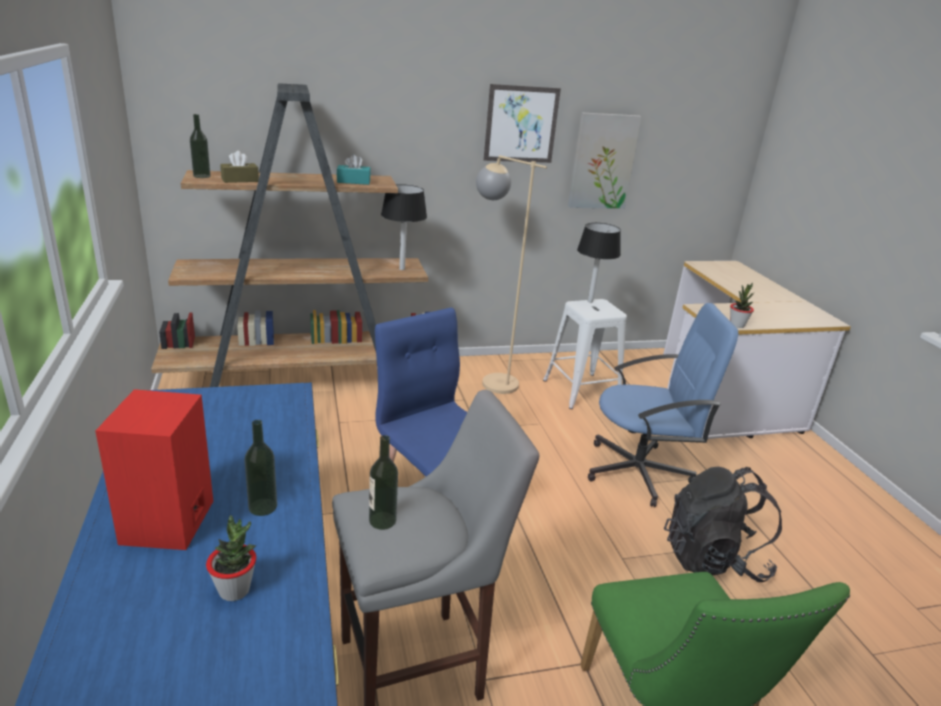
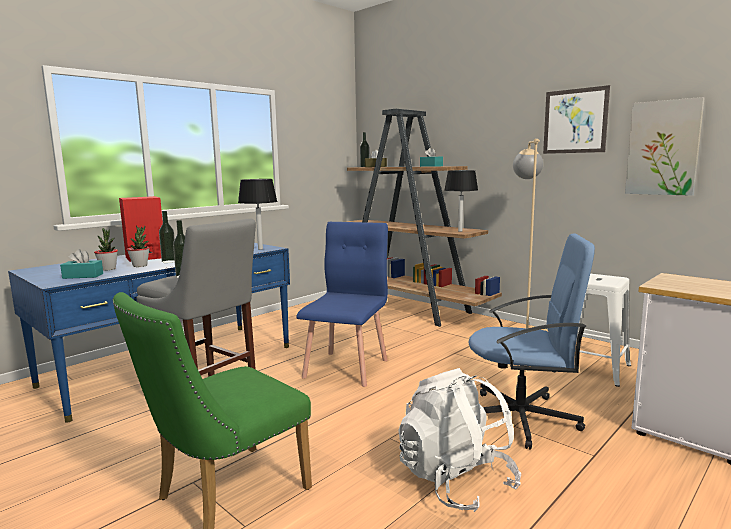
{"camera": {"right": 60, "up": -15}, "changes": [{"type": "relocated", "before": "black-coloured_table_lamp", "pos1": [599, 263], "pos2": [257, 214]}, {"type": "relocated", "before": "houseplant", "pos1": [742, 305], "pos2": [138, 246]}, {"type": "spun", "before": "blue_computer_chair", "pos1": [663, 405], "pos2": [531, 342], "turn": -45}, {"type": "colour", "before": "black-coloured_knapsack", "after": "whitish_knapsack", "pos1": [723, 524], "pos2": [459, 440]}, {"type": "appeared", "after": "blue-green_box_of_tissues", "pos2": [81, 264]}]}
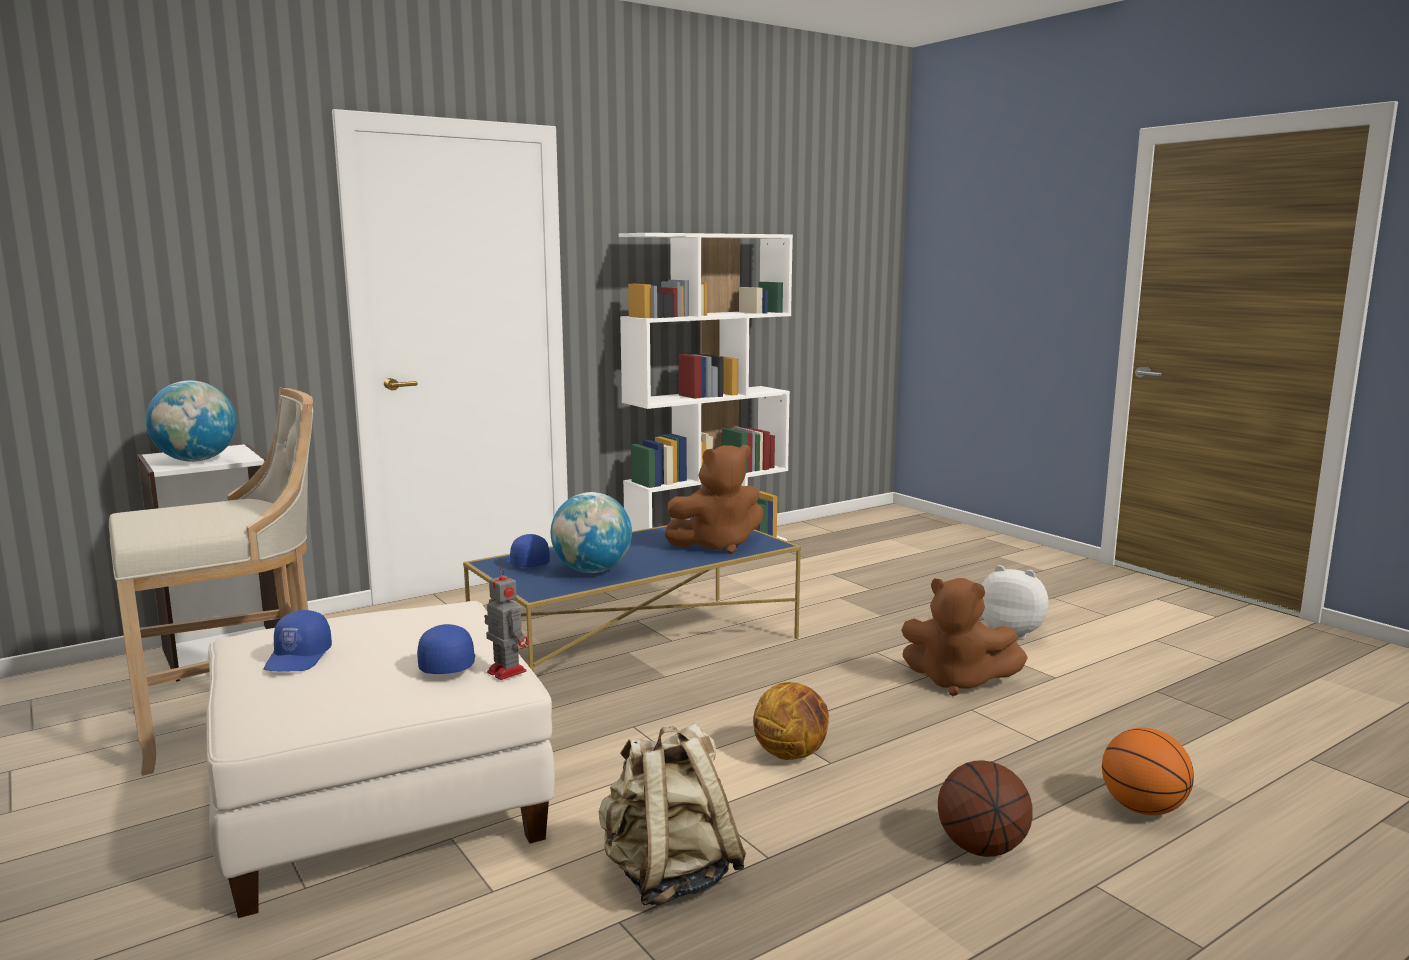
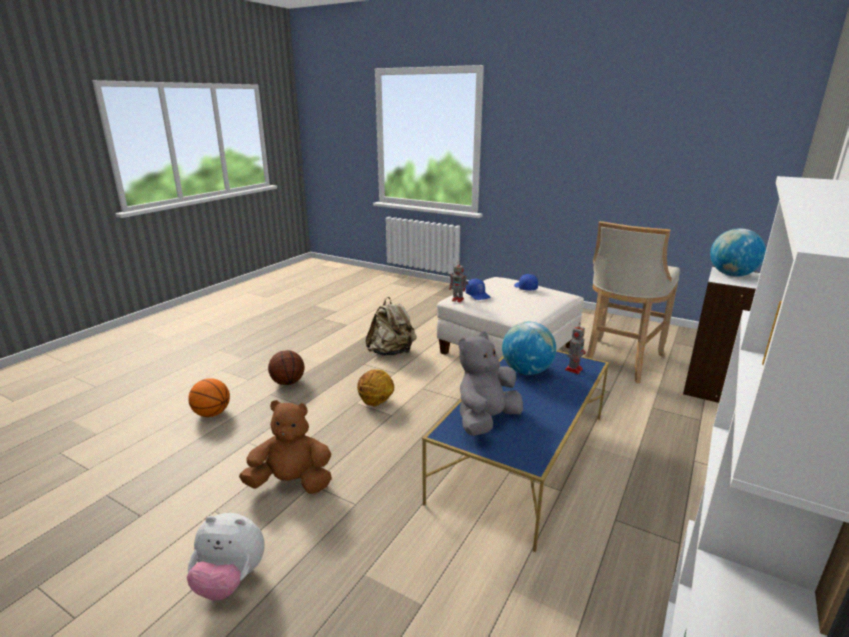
{"camera": {"right": 155, "up": 10}, "changes": [{"type": "colour", "before": "brown_cuddly_toy", "after": "greyish_cuddly_toy", "pos1": [713, 499], "pos2": [490, 383]}, {"type": "exchanged", "before": "blue_peaked_cap", "after": "robot_figure", "pos1": [528, 550], "pos2": [575, 348]}]}
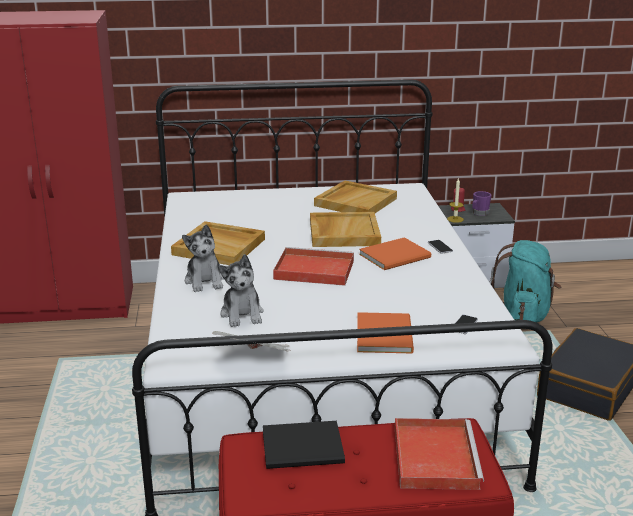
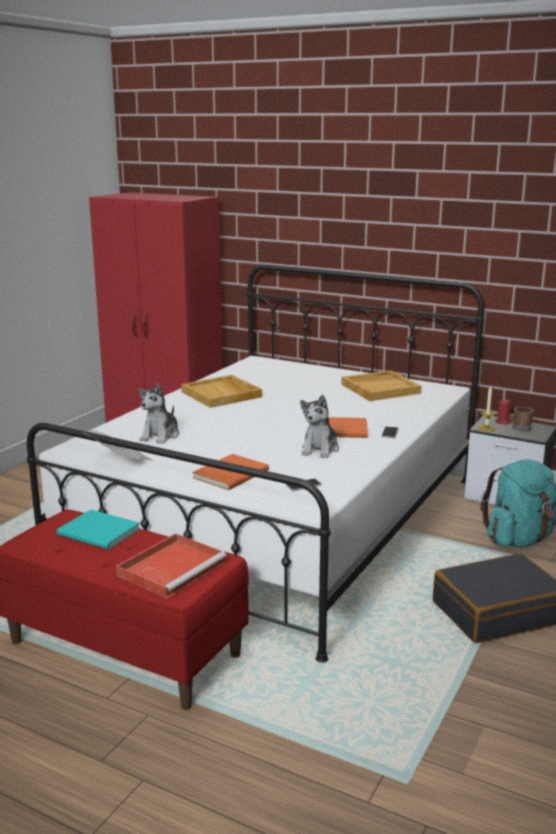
{"camera": {"right": 35, "up": -5}, "changes": [{"type": "colour", "before": "purple-coloured_coffee_mug", "after": "brown_coffee_mug", "pos1": [482, 203], "pos2": [521, 419]}, {"type": "missing", "before": "sand-coloured_tray", "pos1": [345, 229]}, {"type": "relocated", "before": "cuddly_toy", "pos1": [203, 258], "pos2": [319, 426]}, {"type": "missing", "before": "red_tray", "pos1": [313, 266]}, {"type": "colour", "before": "black-coloured_volume", "after": "blue-green_volume", "pos1": [304, 445], "pos2": [98, 530]}]}
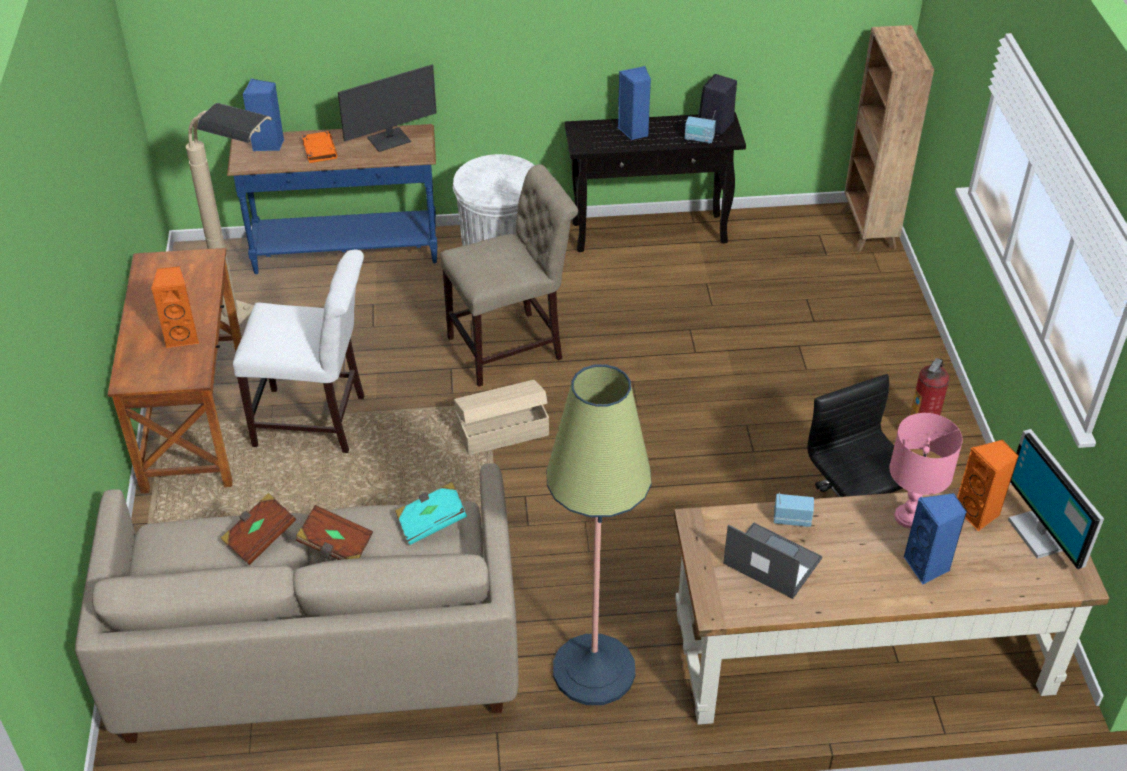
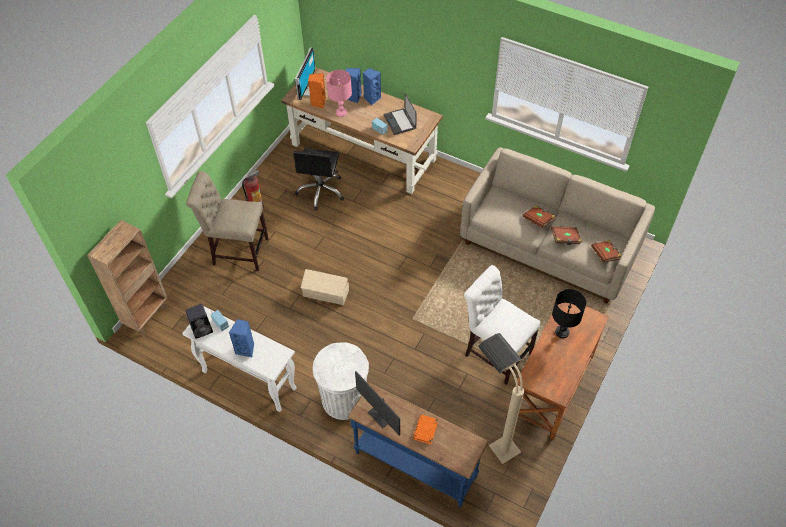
{"camera": {"right": -145, "up": 10}, "changes": [{"type": "spun", "before": "computer_screen", "pos1": [387, 108], "pos2": [377, 403], "turn": -135}, {"type": "relocated", "before": "blue_loudspeaker", "pos1": [263, 114], "pos2": [372, 86]}, {"type": "colour", "before": "black-coloured_narrow_table", "after": "whitish_narrow_table", "pos1": [655, 182], "pos2": [239, 359]}, {"type": "relocated", "before": "sand-coloured_upright_chair", "pos1": [509, 275], "pos2": [227, 221]}, {"type": "exchanged", "before": "orange-coloured_loudspeaker", "after": "black-coloured_table_lamp", "pos1": [175, 307], "pos2": [569, 313]}, {"type": "missing", "before": "standing_lamp", "pos1": [599, 534]}, {"type": "relocated", "before": "sand-coloured_storage_box", "pos1": [501, 417], "pos2": [325, 287]}, {"type": "missing", "before": "blue-green_volume", "pos1": [431, 513]}, {"type": "appeared", "after": "brown_volume", "pos2": [606, 251]}]}
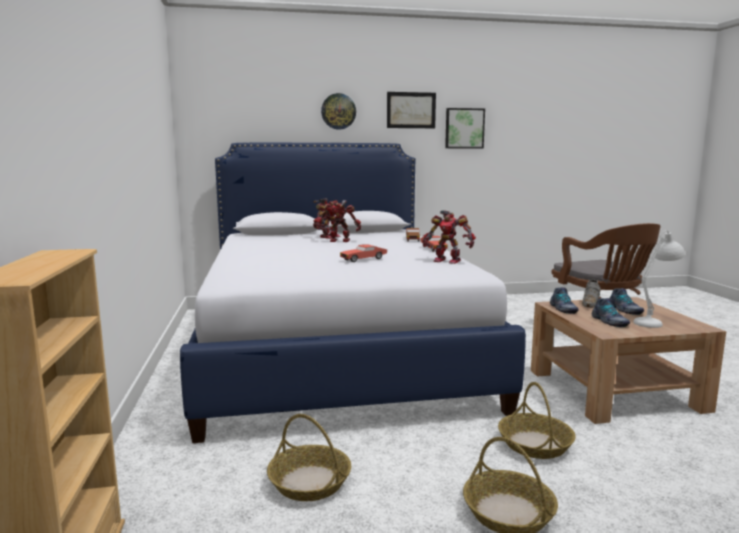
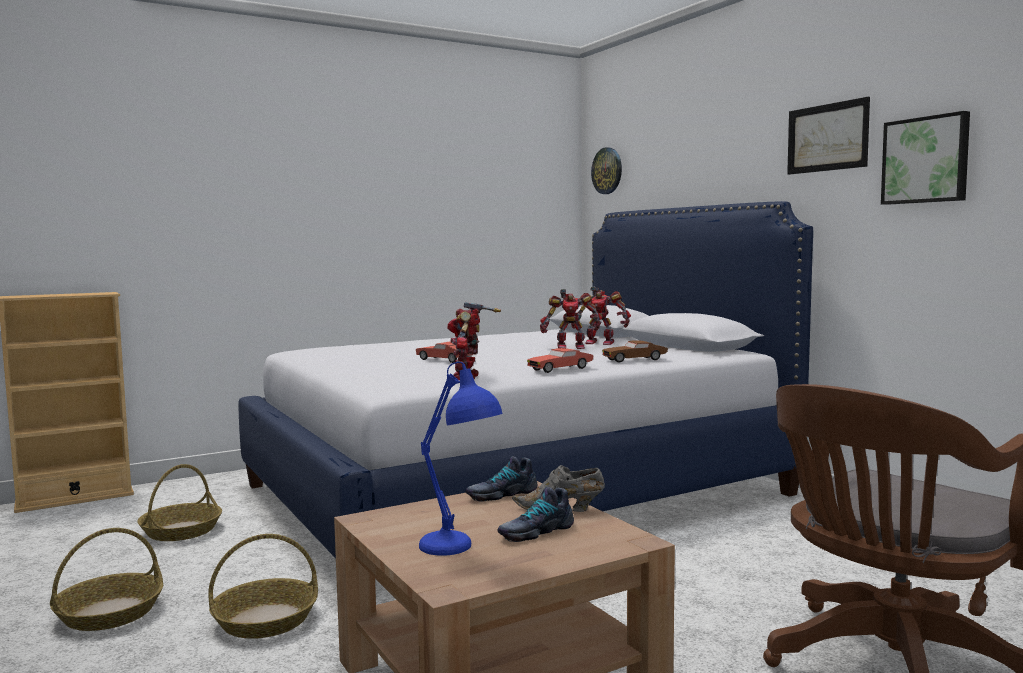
{"camera": {"right": 70, "up": -5}, "changes": [{"type": "relocated", "before": "hanging_clock", "pos1": [338, 111], "pos2": [606, 170]}, {"type": "spun", "before": "robot_figure", "pos1": [339, 221], "pos2": [571, 319], "turn": 105}, {"type": "colour", "before": "whitish_table_lamp", "after": "blue_table_lamp", "pos1": [659, 279], "pos2": [460, 459]}, {"type": "missing", "before": "shoe", "pos1": [611, 312]}]}
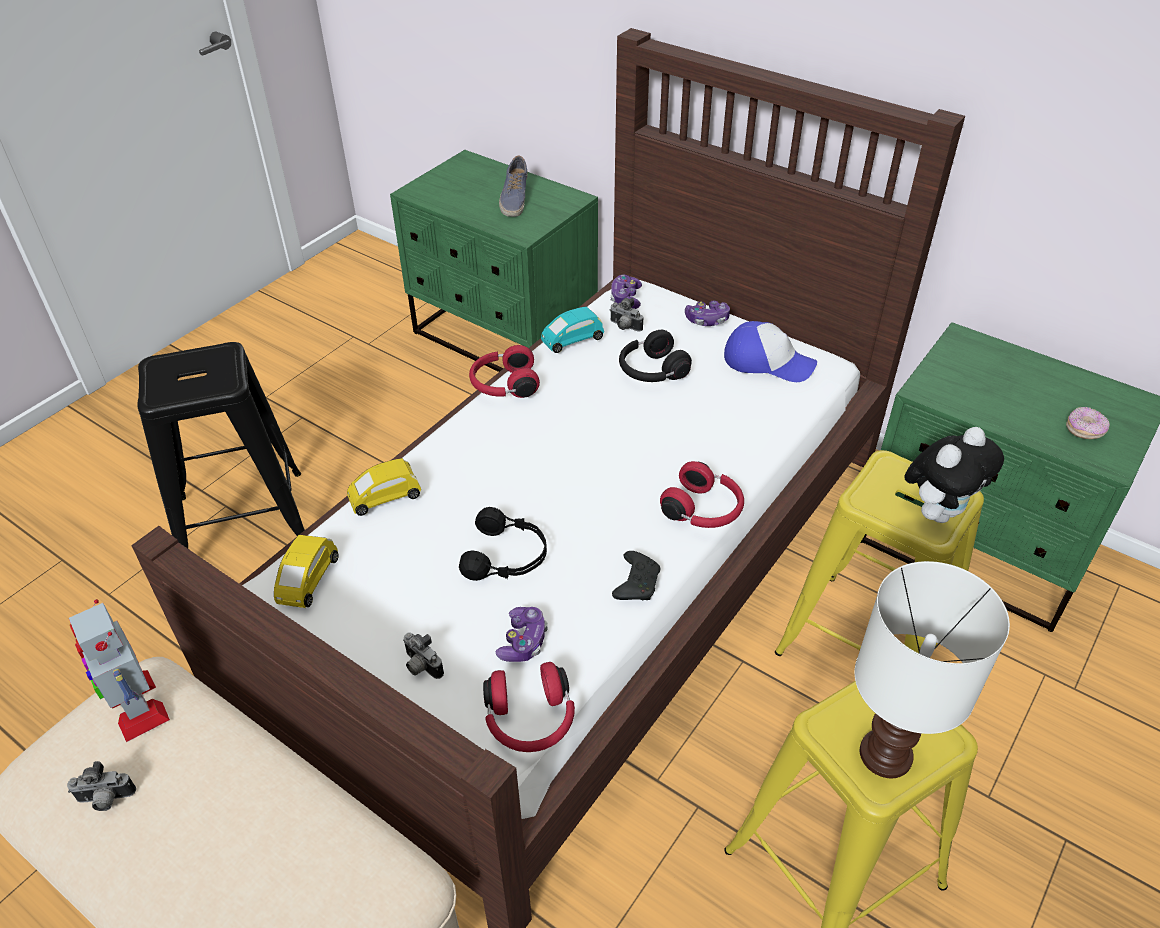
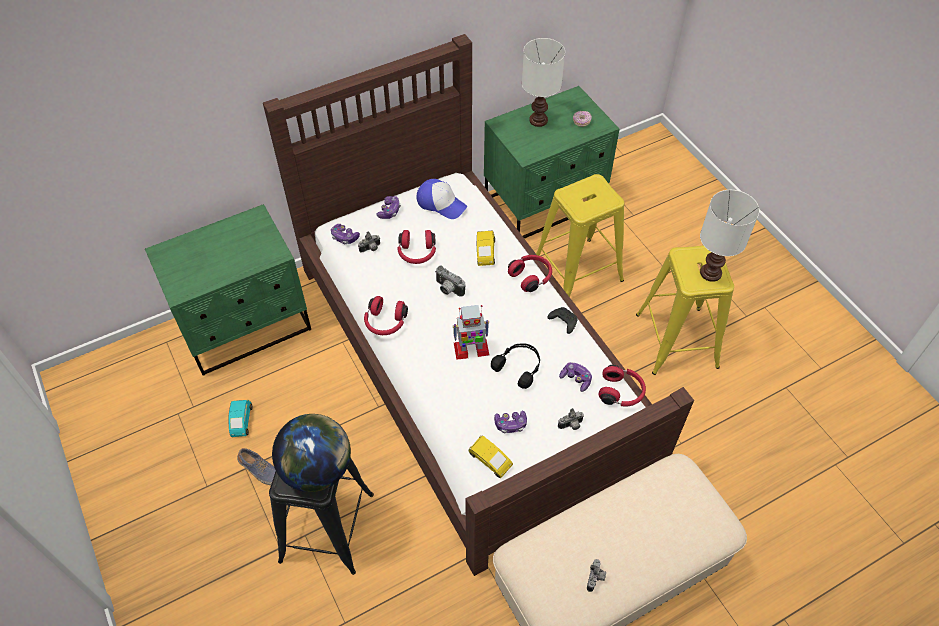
{"camera": {"right": -65, "up": 10}, "changes": [{"type": "relocated", "before": "shoe", "pos1": [513, 186], "pos2": [256, 466]}, {"type": "relocated", "before": "blue-green_model_car", "pos1": [572, 329], "pos2": [240, 418]}, {"type": "spun", "before": "peaked_cap", "pos1": [770, 351], "pos2": [442, 199], "turn": 75}, {"type": "colour", "before": "black-coloured_headset", "after": "red_headset", "pos1": [655, 356], "pos2": [416, 247]}, {"type": "missing", "before": "cuddly_toy", "pos1": [954, 475]}, {"type": "relocated", "before": "yellow_model_car", "pos1": [384, 487], "pos2": [486, 248]}, {"type": "relocated", "before": "robot_figure", "pos1": [119, 670], "pos2": [471, 332]}, {"type": "appeared", "after": "whitish_table_lamp", "pos2": [543, 82]}, {"type": "appeared", "after": "still_camera", "pos2": [450, 281]}, {"type": "appeared", "after": "joypad", "pos2": [510, 422]}, {"type": "appeared", "after": "desk_globe", "pos2": [311, 453]}]}
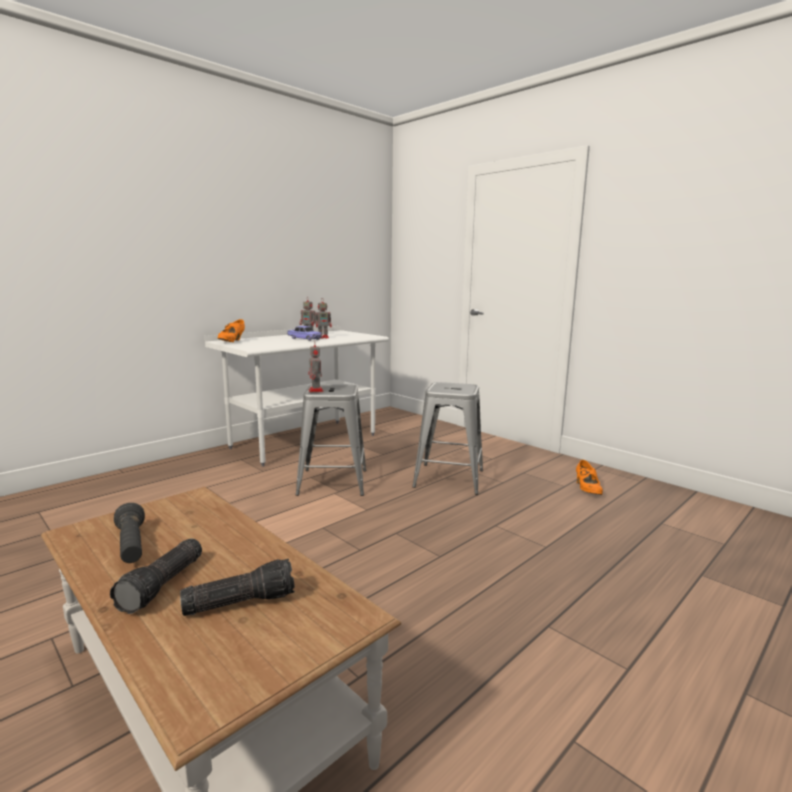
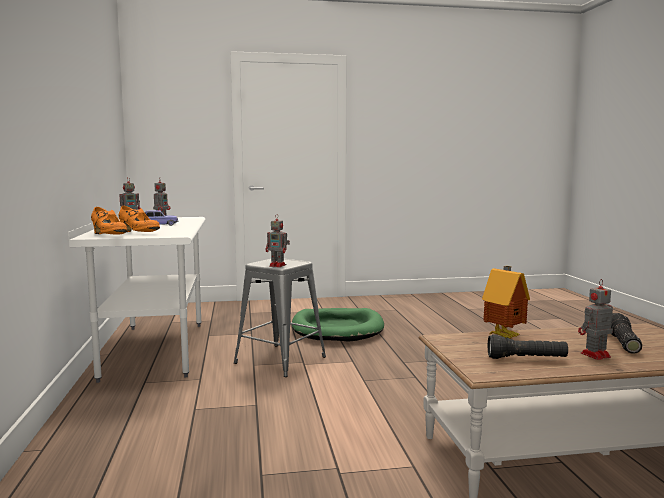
{"camera": {"right": -55, "up": -5}, "changes": [{"type": "exchanged", "before": "greyish_stool", "after": "greenish_dog_cushion", "pos1": [447, 438], "pos2": [338, 325]}, {"type": "relocated", "before": "orange-coloured_shoe", "pos1": [589, 477], "pos2": [139, 219]}, {"type": "exchanged", "before": "hand_torch", "after": "robot_figure", "pos1": [156, 576], "pos2": [595, 319]}, {"type": "appeared", "after": "toy_house", "pos2": [506, 302]}]}
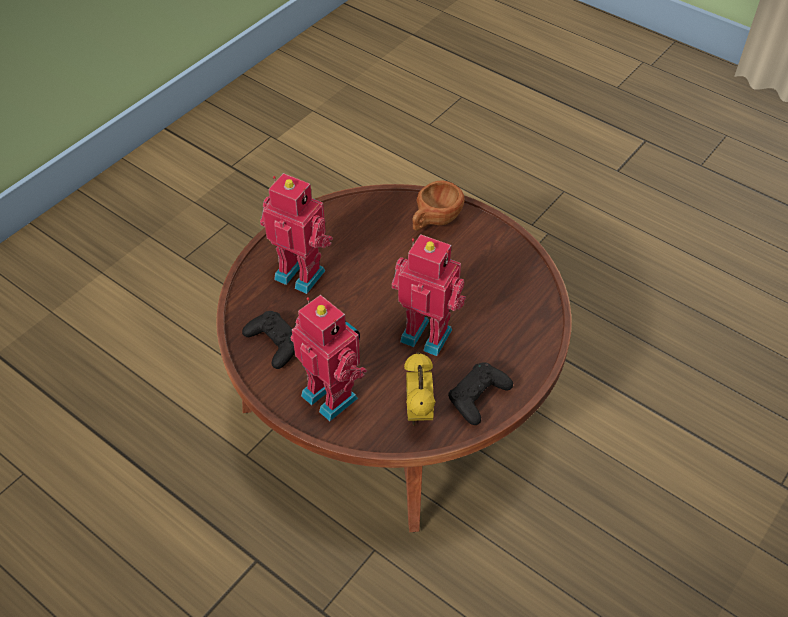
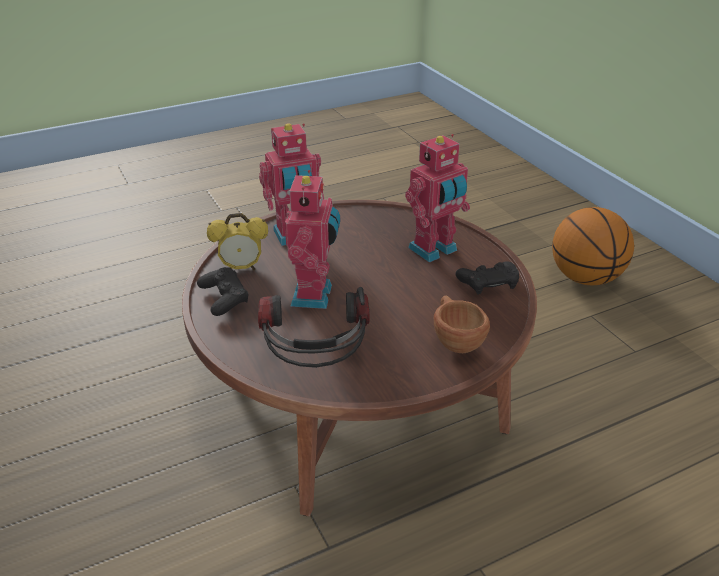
{"camera": {"right": 115, "up": -15}, "changes": [{"type": "spun", "before": "robot_figure", "pos1": [429, 295], "pos2": [312, 239], "turn": -45}, {"type": "relocated", "before": "black-coloured_joypad", "pos1": [268, 340], "pos2": [487, 277]}, {"type": "spun", "before": "alarm_clock", "pos1": [420, 389], "pos2": [237, 241], "turn": 150}, {"type": "appeared", "after": "basketball", "pos2": [593, 246]}, {"type": "appeared", "after": "headset", "pos2": [314, 327]}]}
